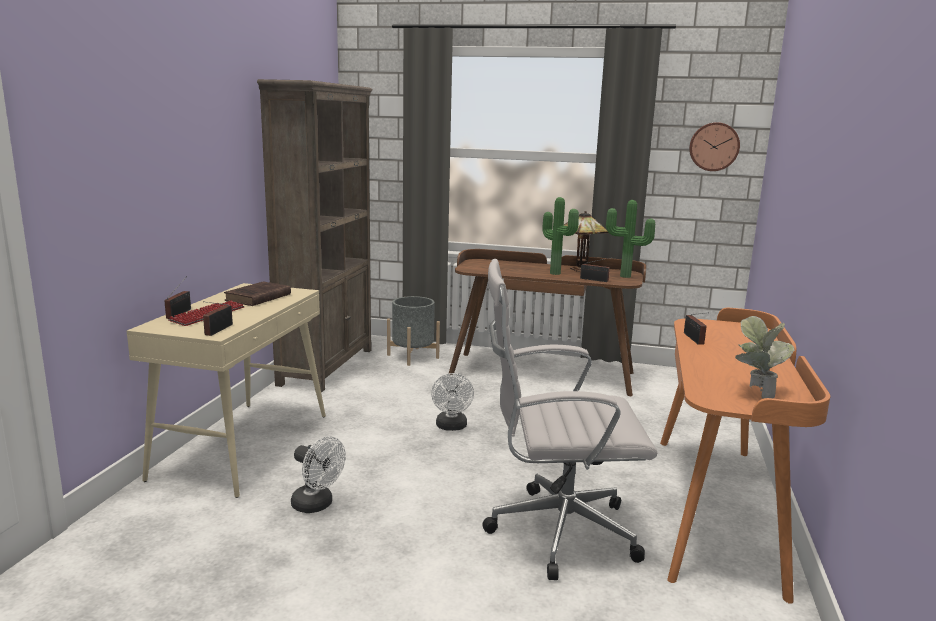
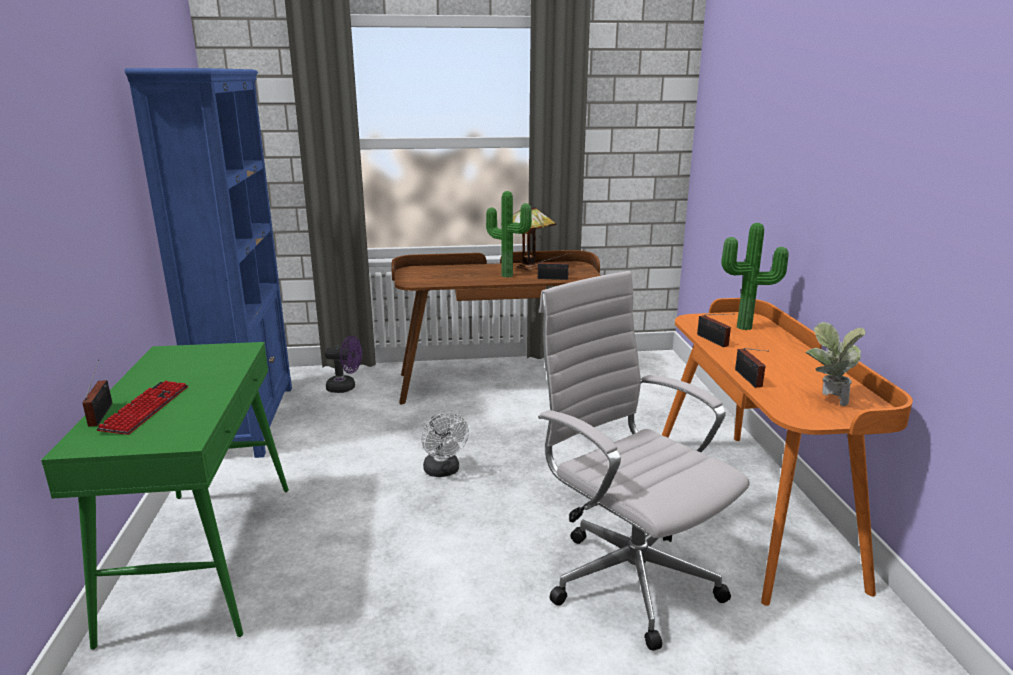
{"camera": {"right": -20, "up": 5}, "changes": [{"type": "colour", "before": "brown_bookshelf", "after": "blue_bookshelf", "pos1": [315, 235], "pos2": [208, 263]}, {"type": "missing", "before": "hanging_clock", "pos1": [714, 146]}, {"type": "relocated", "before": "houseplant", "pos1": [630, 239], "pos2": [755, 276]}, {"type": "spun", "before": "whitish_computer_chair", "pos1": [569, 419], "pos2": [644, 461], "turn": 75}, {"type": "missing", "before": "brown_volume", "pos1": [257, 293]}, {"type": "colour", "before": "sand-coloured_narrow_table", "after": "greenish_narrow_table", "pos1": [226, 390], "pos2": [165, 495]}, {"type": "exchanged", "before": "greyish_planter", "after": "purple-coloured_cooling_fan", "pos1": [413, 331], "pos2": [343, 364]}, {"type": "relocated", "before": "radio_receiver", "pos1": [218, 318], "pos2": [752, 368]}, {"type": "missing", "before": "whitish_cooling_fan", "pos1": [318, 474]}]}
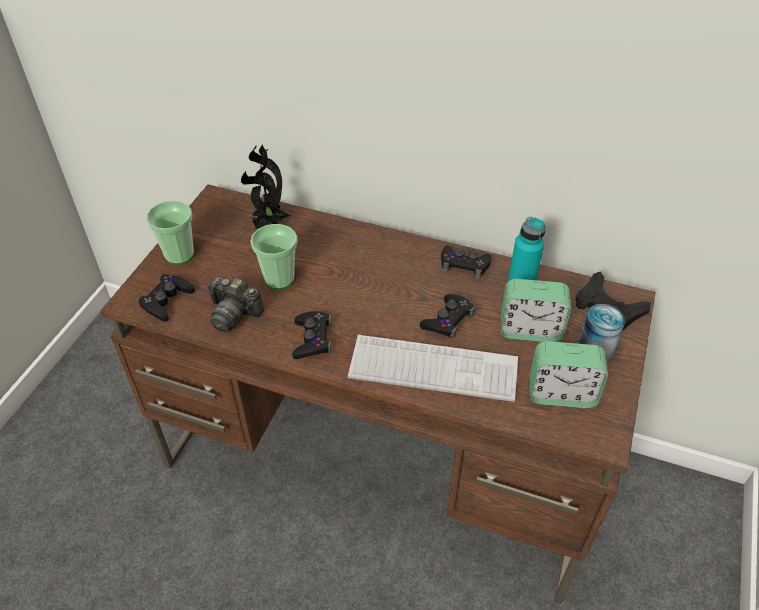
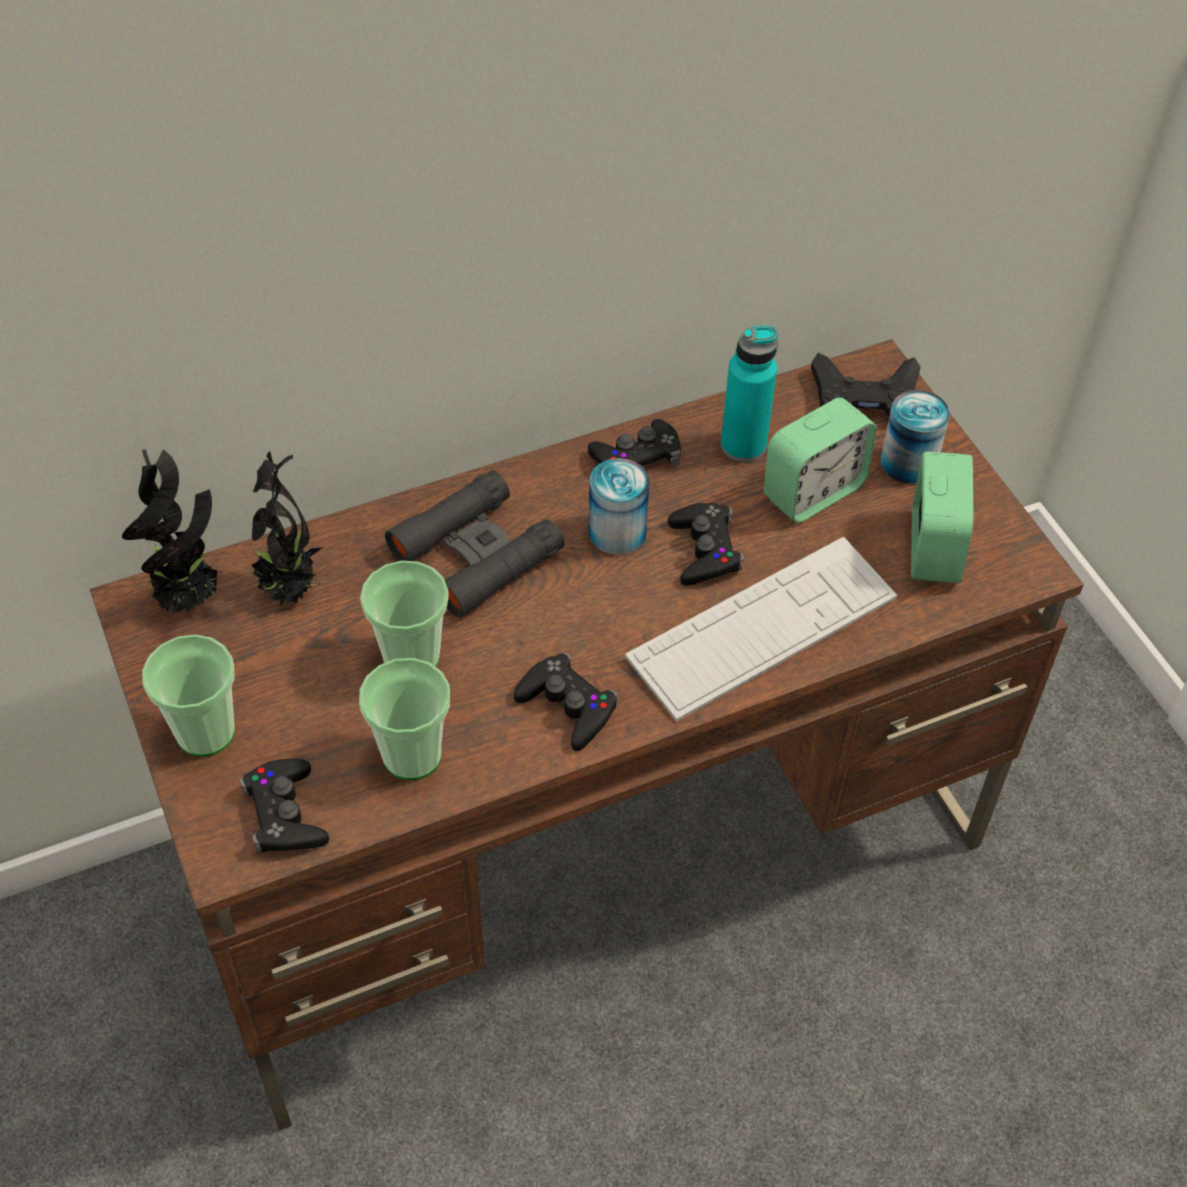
{"camera": {"right": -45, "up": 5}, "changes": [{"type": "exchanged", "before": "still_camera", "after": "drinking_cup", "pos1": [236, 304], "pos2": [404, 719]}, {"type": "spun", "before": "alarm_clock", "pos1": [569, 374], "pos2": [942, 517], "turn": -45}, {"type": "appeared", "after": "houseplant", "pos2": [169, 531]}, {"type": "appeared", "after": "sealed_can", "pos2": [619, 506]}, {"type": "appeared", "after": "black-coloured_binoculars", "pos2": [474, 544]}]}
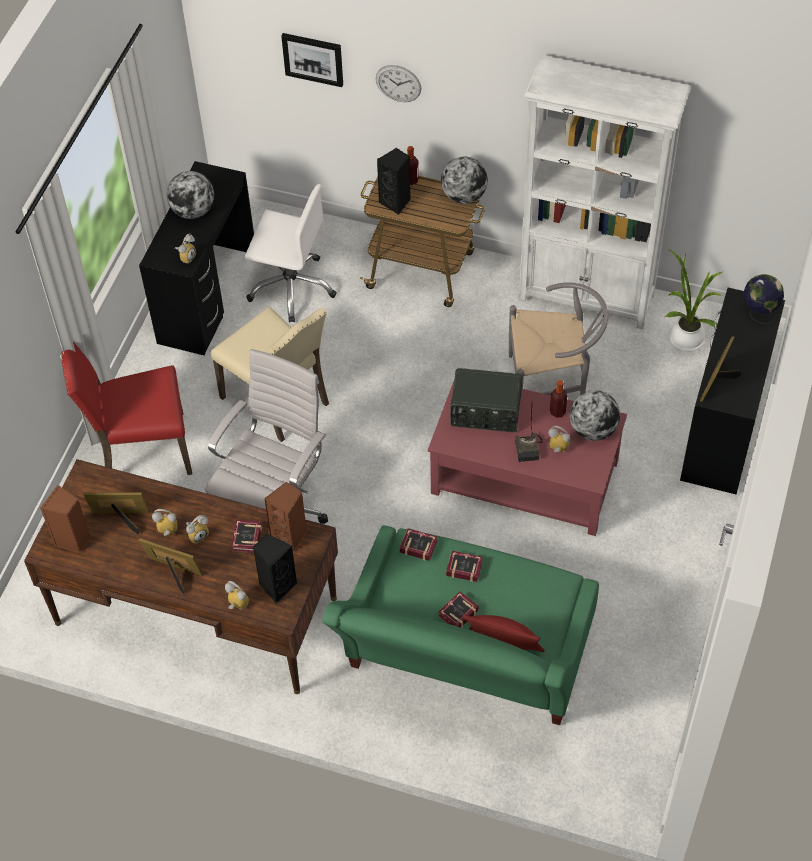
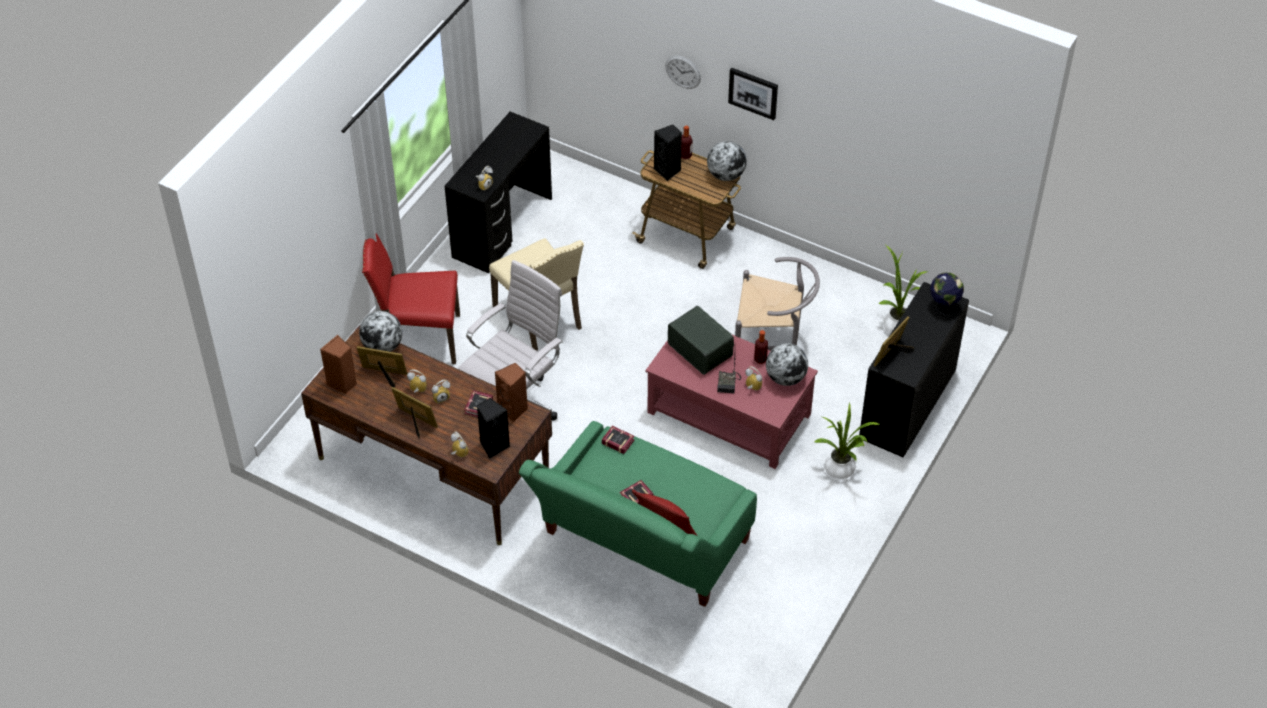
{"camera": {"right": 10, "up": -5}, "changes": [{"type": "relocated", "before": "wall_picture", "pos1": [312, 60], "pos2": [753, 94]}, {"type": "missing", "before": "whitish_bookshelf", "pos1": [604, 192]}, {"type": "relocated", "before": "desk_globe", "pos1": [190, 195], "pos2": [380, 331]}, {"type": "missing", "before": "whitish_computer_chair", "pos1": [291, 253]}, {"type": "spun", "before": "radio_receiver", "pos1": [486, 400], "pos2": [701, 340], "turn": -150}, {"type": "missing", "before": "volume", "pos1": [464, 566]}, {"type": "appeared", "after": "houseplant", "pos2": [847, 442]}]}
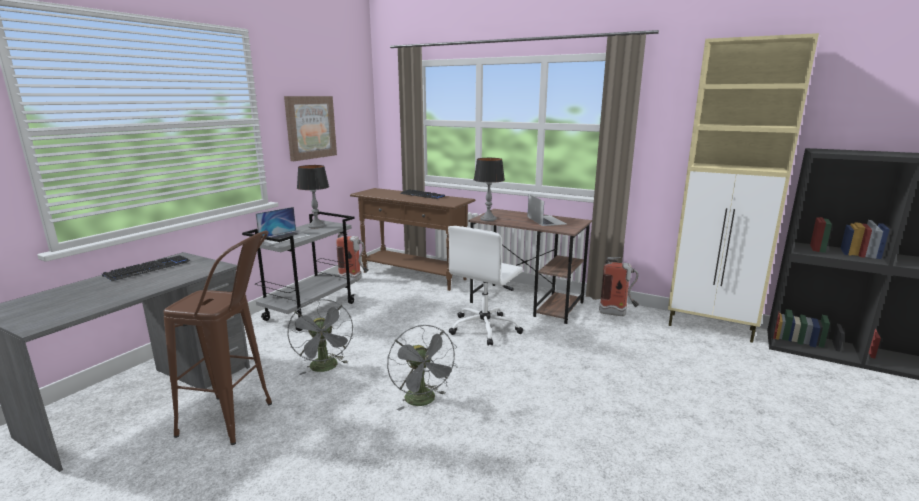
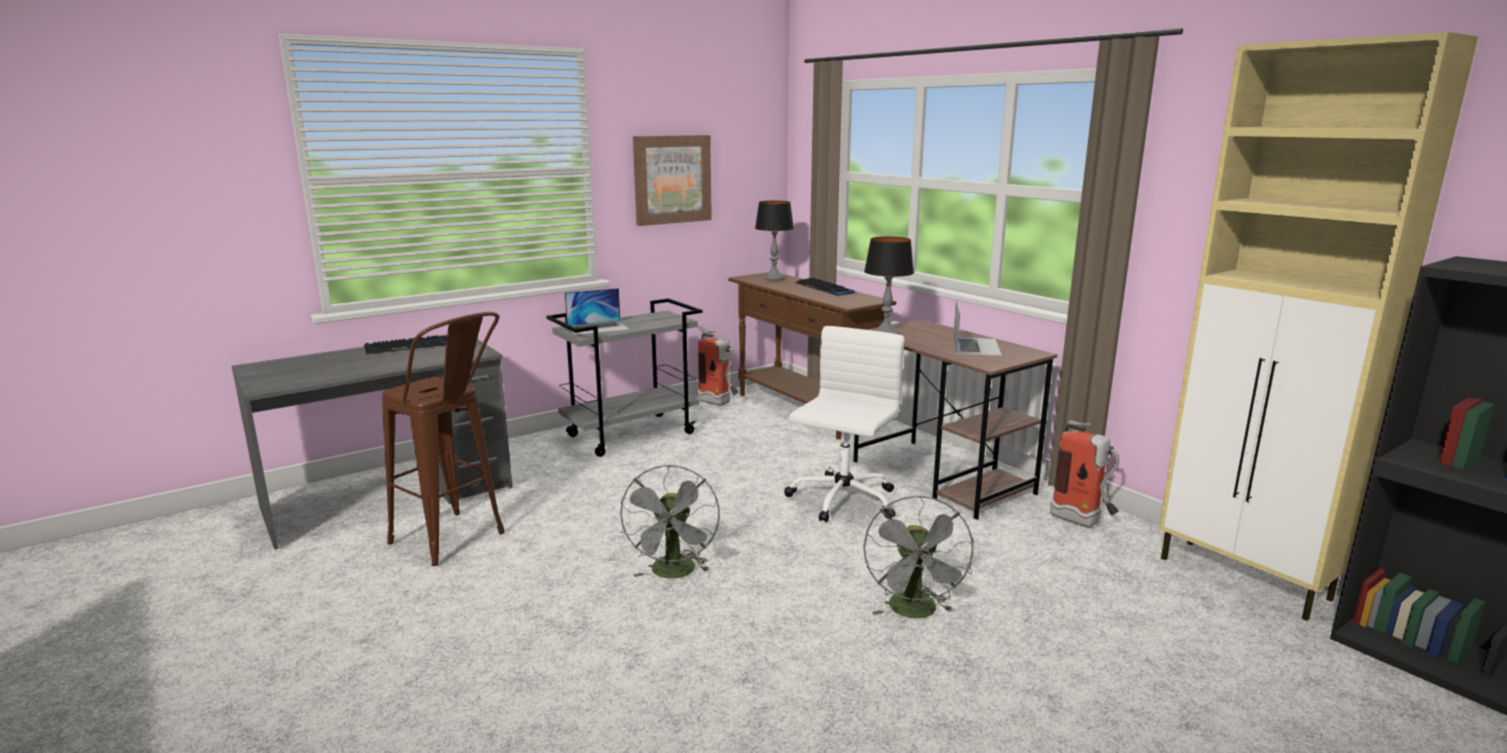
{"camera": {"right": 25, "up": 0}, "changes": [{"type": "relocated", "before": "table_lamp", "pos1": [313, 197], "pos2": [774, 241]}, {"type": "spun", "before": "whitish_computer_chair", "pos1": [485, 286], "pos2": [844, 424], "turn": 150}, {"type": "relocated", "before": "greyish_cooling_fan", "pos1": [320, 337], "pos2": [918, 556]}]}
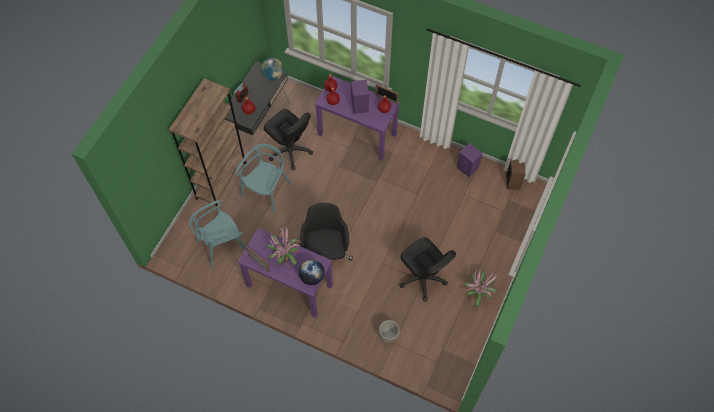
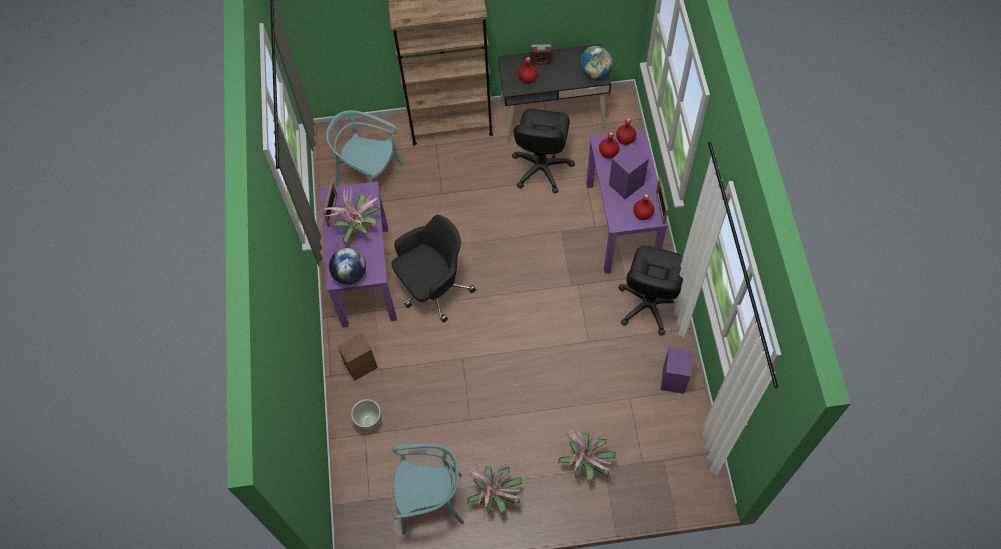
{"camera": {"right": 60, "up": 0}, "changes": [{"type": "relocated", "before": "blue-green_upright_chair", "pos1": [262, 178], "pos2": [428, 489]}, {"type": "relocated", "before": "loudspeaker", "pos1": [516, 174], "pos2": [358, 357]}, {"type": "relocated", "before": "black-coloured_computer_chair", "pos1": [427, 269], "pos2": [650, 291]}, {"type": "appeared", "after": "houseplant", "pos2": [587, 453]}]}
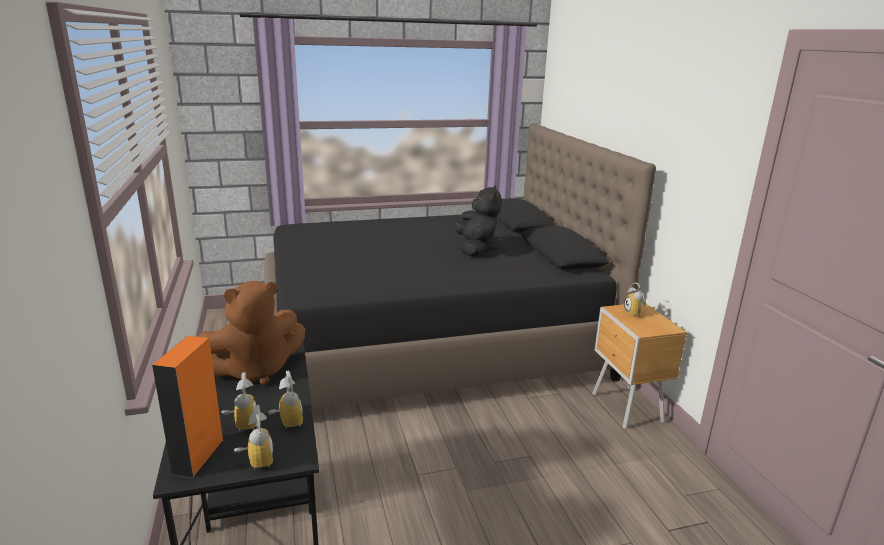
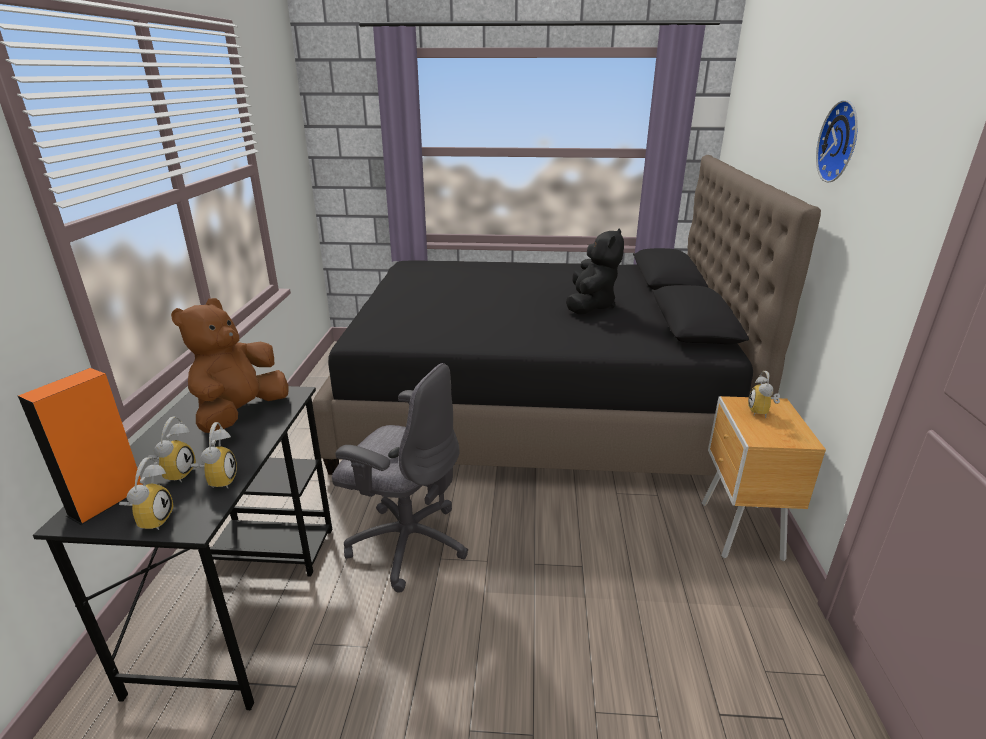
{"camera": {"right": 20, "up": 5}, "changes": [{"type": "spun", "before": "brown_cuddly_toy", "pos1": [251, 333], "pos2": [229, 365], "turn": 120}, {"type": "appeared", "after": "hanging_clock", "pos2": [837, 141]}, {"type": "appeared", "after": "greyish_computer_chair", "pos2": [400, 478]}]}
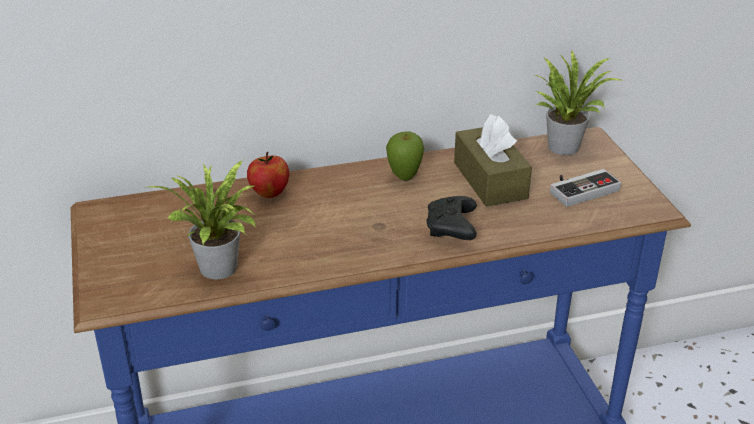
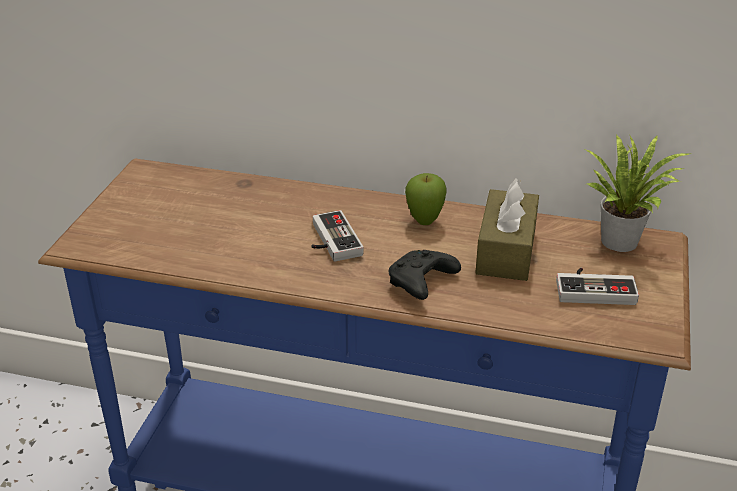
{"camera": {"right": 30, "up": 0}, "changes": [{"type": "missing", "before": "apple", "pos1": [268, 175]}, {"type": "missing", "before": "houseplant", "pos1": [202, 219]}, {"type": "appeared", "after": "joypad", "pos2": [337, 236]}]}
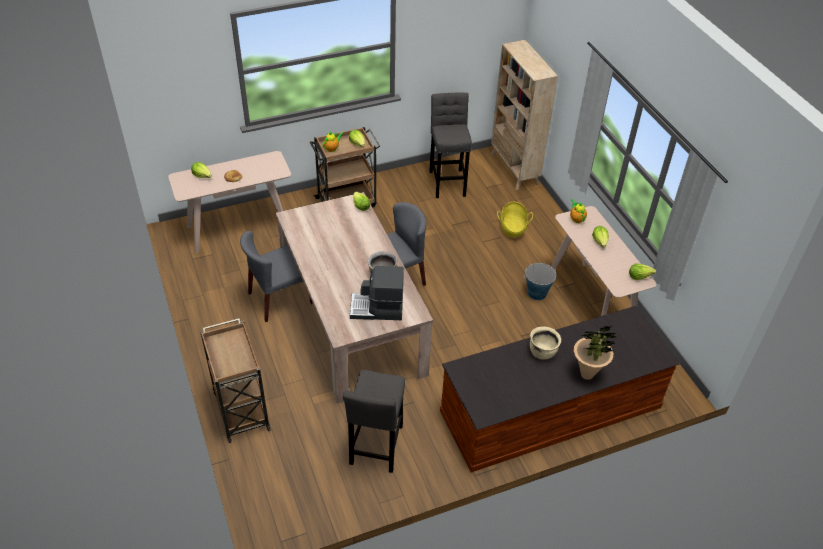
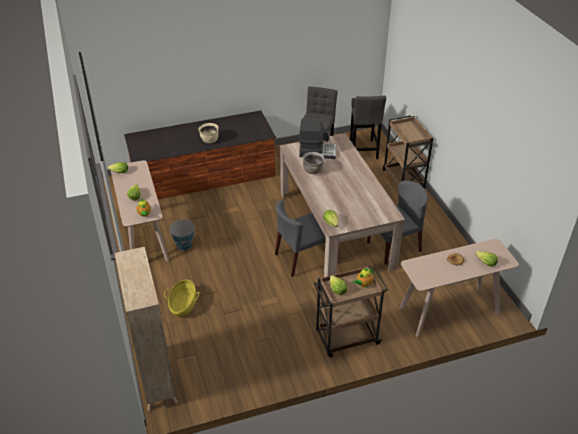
{"camera": {"right": -175, "up": -5}, "changes": [{"type": "relocated", "before": "greyish_stool", "pos1": [450, 145], "pos2": [368, 127]}, {"type": "missing", "before": "houseplant", "pos1": [595, 353]}]}
